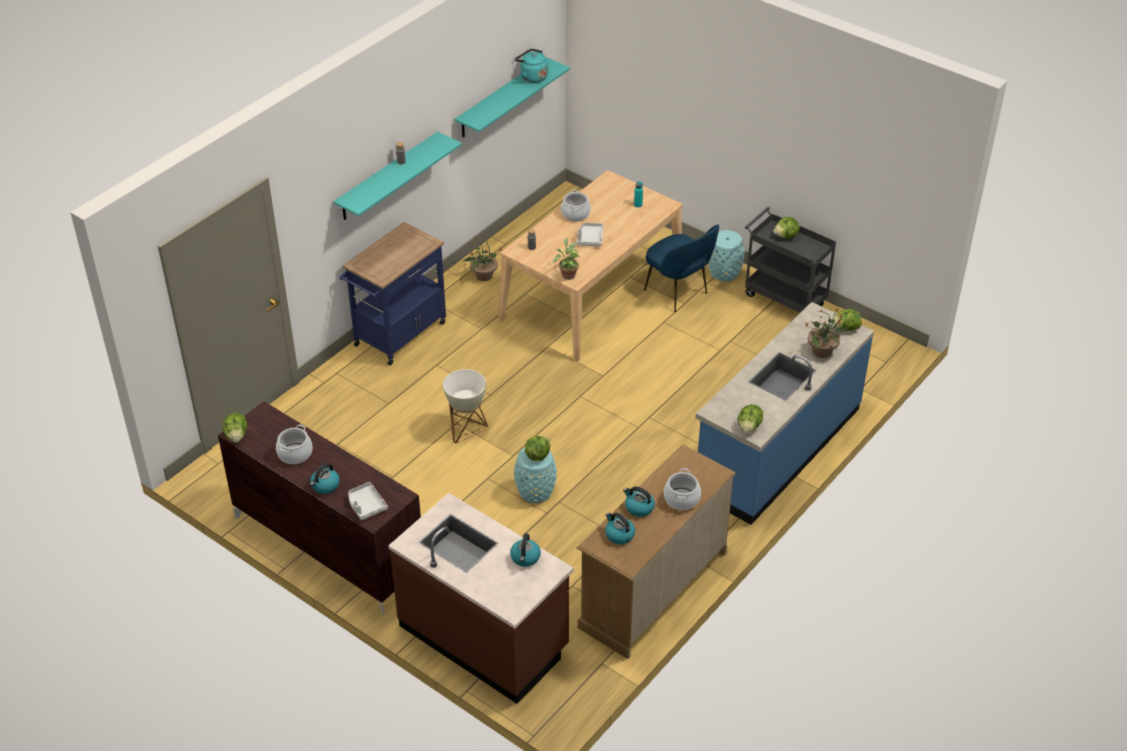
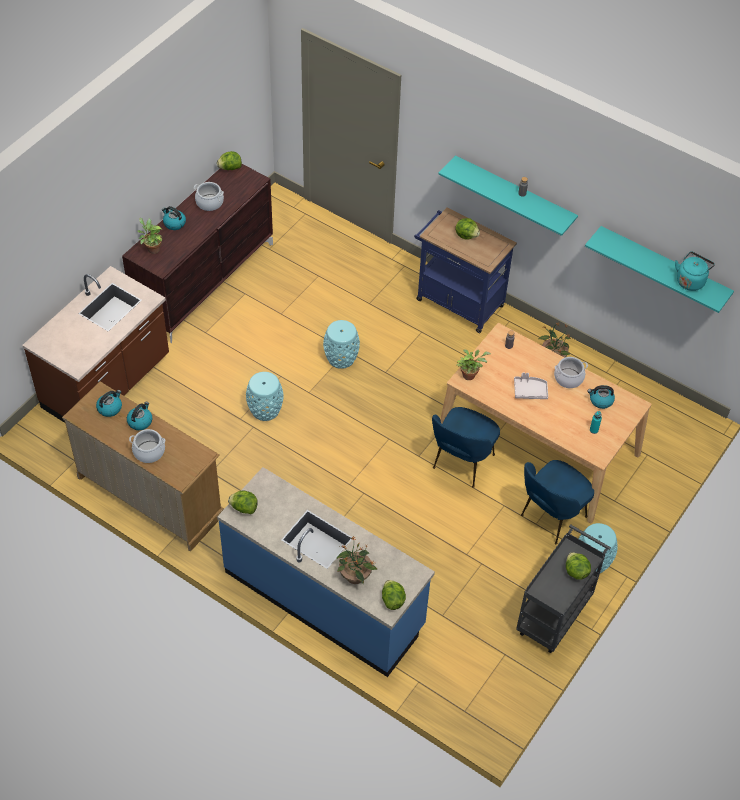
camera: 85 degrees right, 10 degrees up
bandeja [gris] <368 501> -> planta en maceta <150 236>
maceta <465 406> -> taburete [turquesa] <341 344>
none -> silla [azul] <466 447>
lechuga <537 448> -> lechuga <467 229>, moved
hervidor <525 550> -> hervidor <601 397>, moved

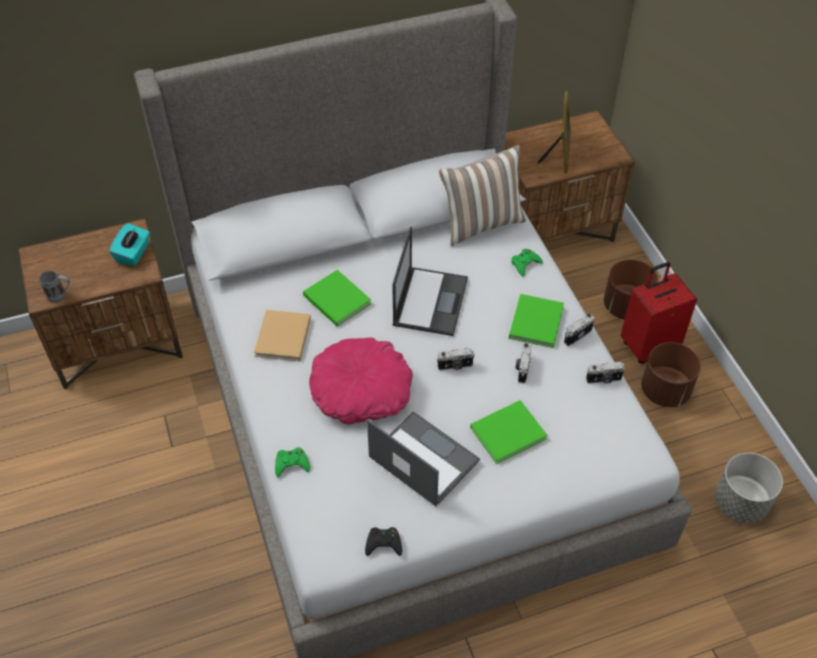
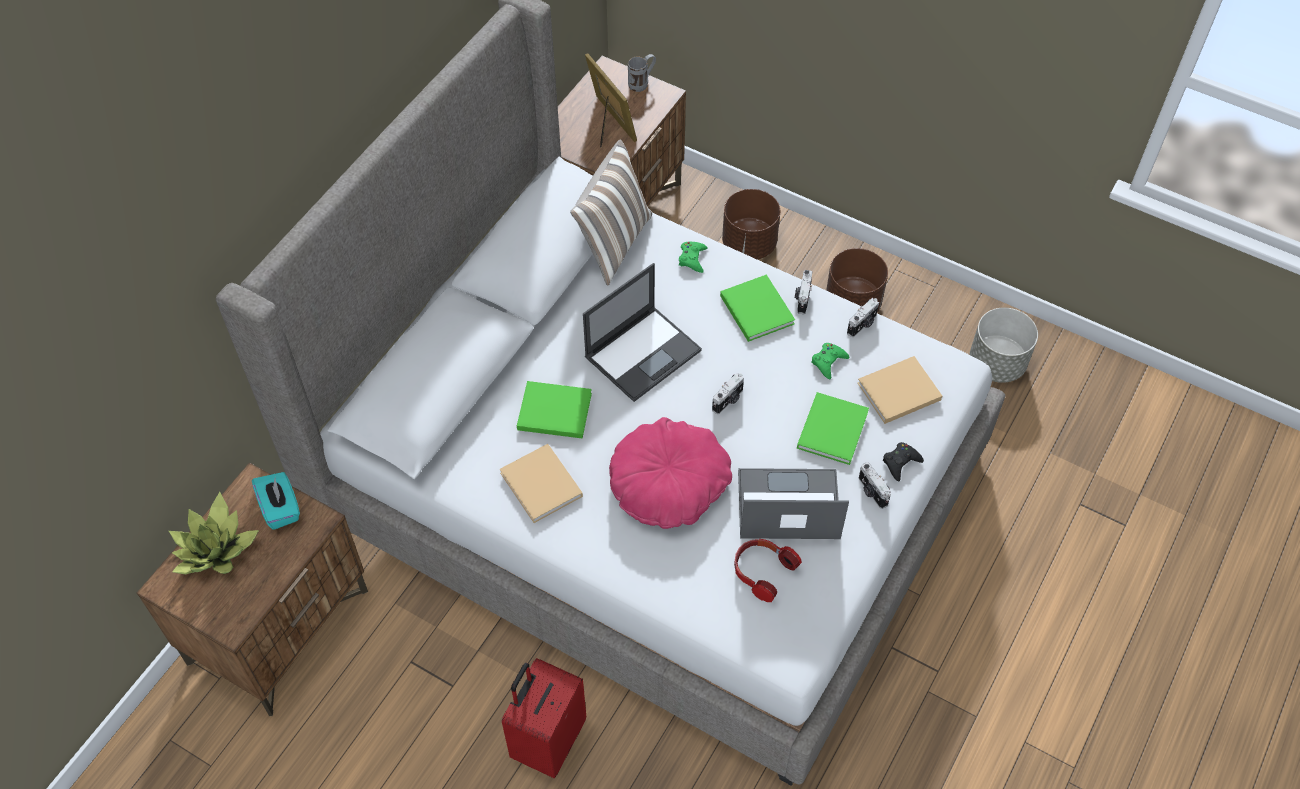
camera: 40 degrees left, 5 degrees up
none -> planta en maceta <214 533>
maleta [rojo] <659 313> -> maleta [rojo] <544 718>, moved
portátil <430 281> -> portátil <642 332>, 75 degrees clockwise
taza grande [gris] <54 287> -> taza grande [gris] <642 73>, moved
none -> auriculares <768 570>
mando de consola [verde] <292 462> -> mando de consola [verde] <830 361>, moved
none -> libro [beis] <899 390>
cámara <523 363> -> cámara <875 485>, moved
mando de consola [negro] <383 541> -> mando de consola [negro] <903 462>, moved

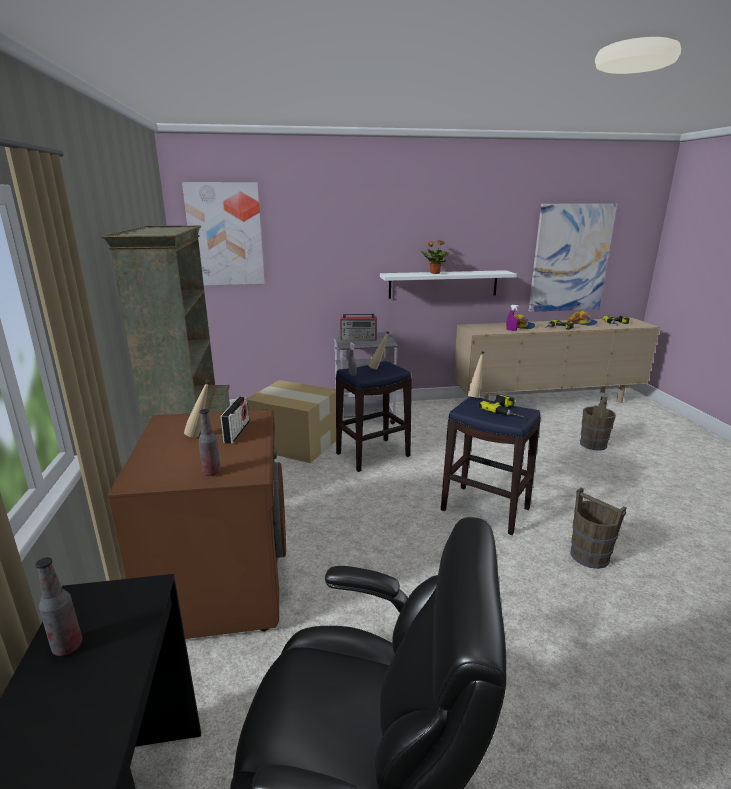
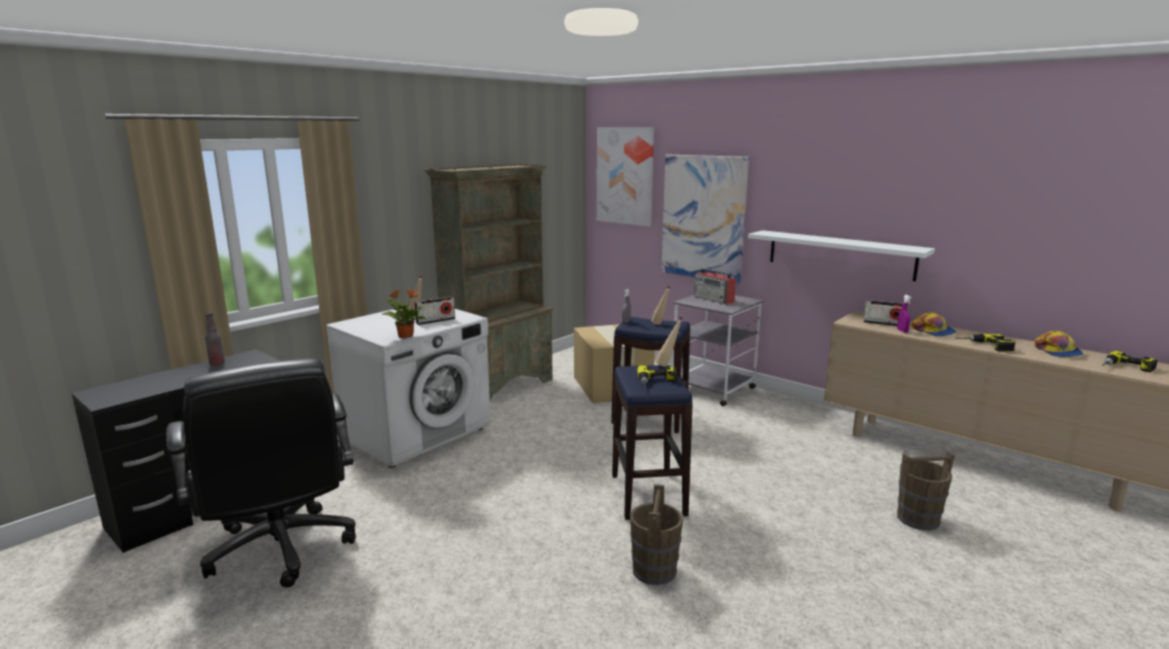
camera: 50 degrees right, 5 degrees down
lavadora [marrón] <197 524> -> lavadora [blanco] <408 386>
planta en maceta <435 257> -> planta en maceta <404 313>, moved
cuadro <572 258> -> cuadro <705 219>, moved
none -> radio <885 313>
botella <209 442> -> none

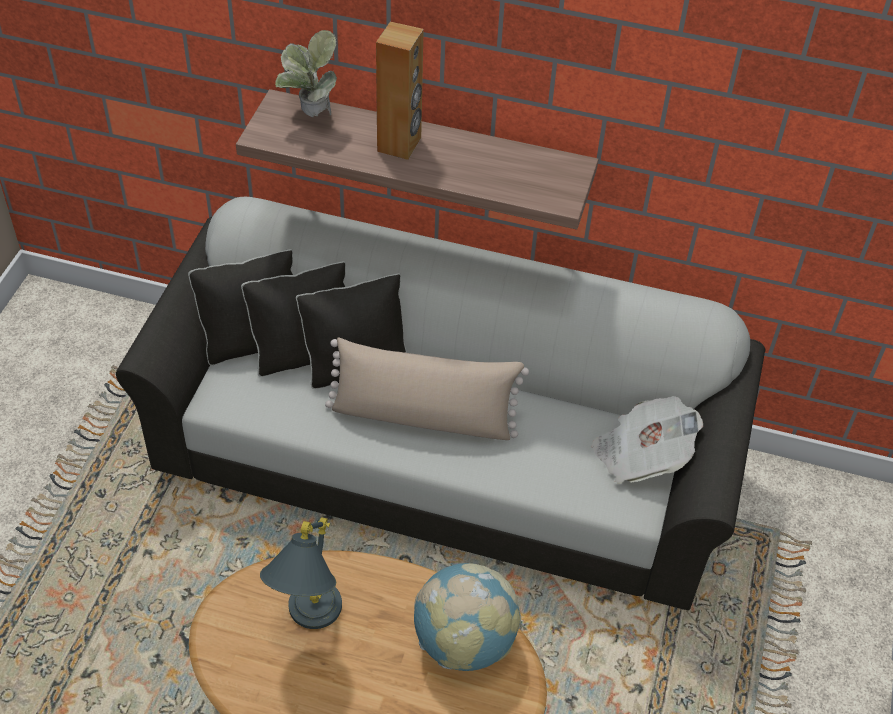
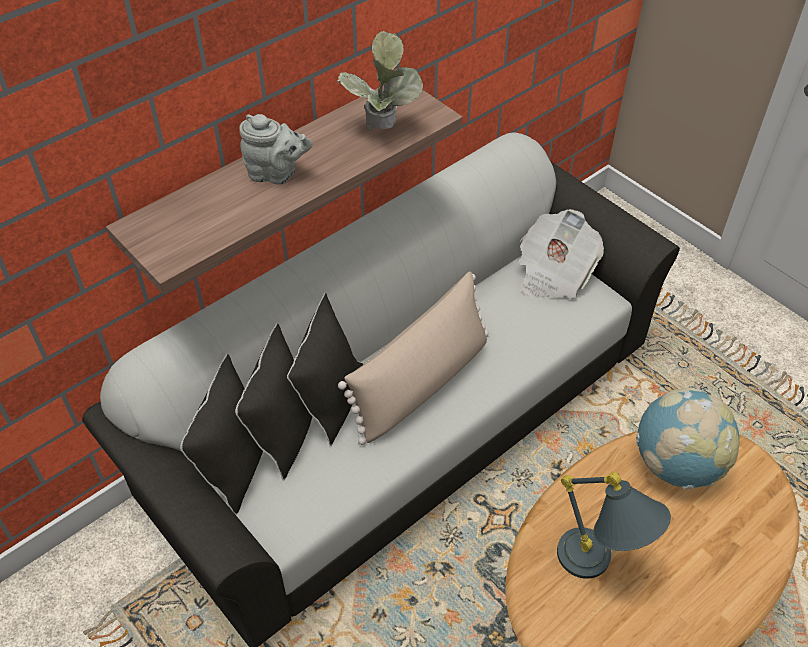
camera: 55 degrees left, 0 degrees up
altavoz [marrón] <400 91> -> tetera [gris] <276 149>
planta en maceta <306 73> -> planta en maceta <380 81>, moved

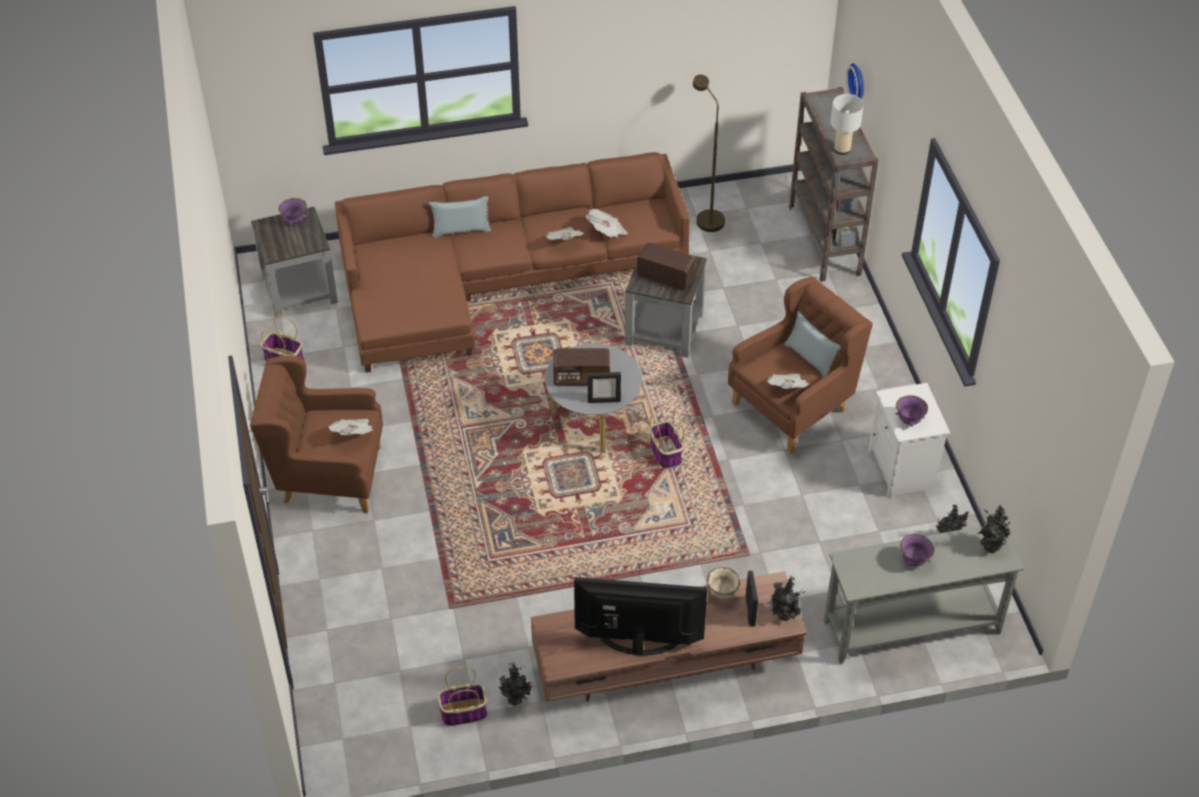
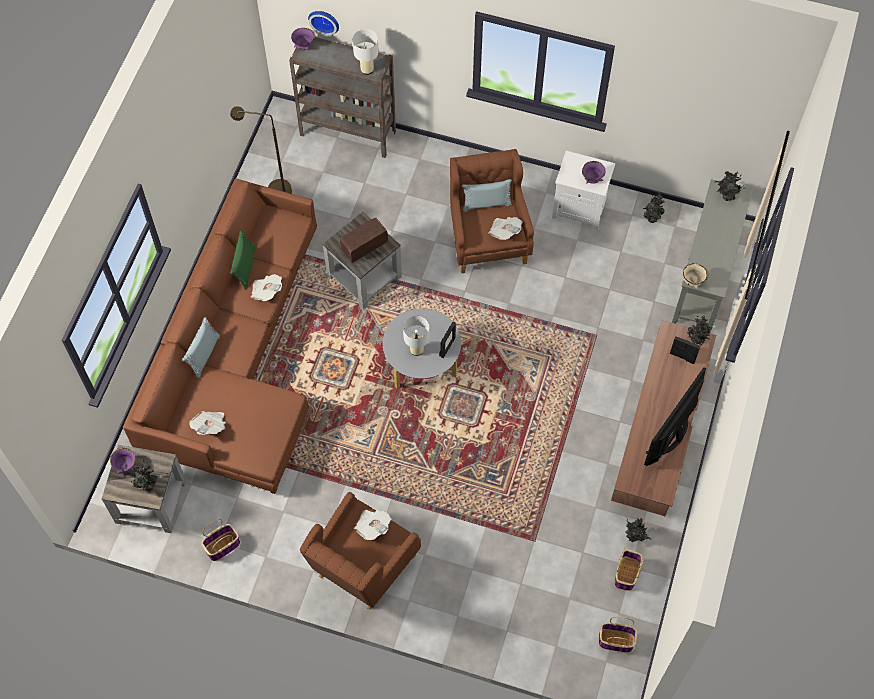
camera: 60 degrees left, 15 degrees up
none -> planta en maceta <144 475>
periódico <607 223> -> periódico <207 423>, moved
none -> cojín [verde] <243 260>
cuenco [morado] <917 550> -> cuenco [morado] <303 39>, moved
radio <581 367> -> lámpara de mesa [blanco] <416 335>
cesta <667 439> -> cesta <618 634>, moved
cuenco [beis] <723 583> -> cuenco [beis] <695 275>, moved

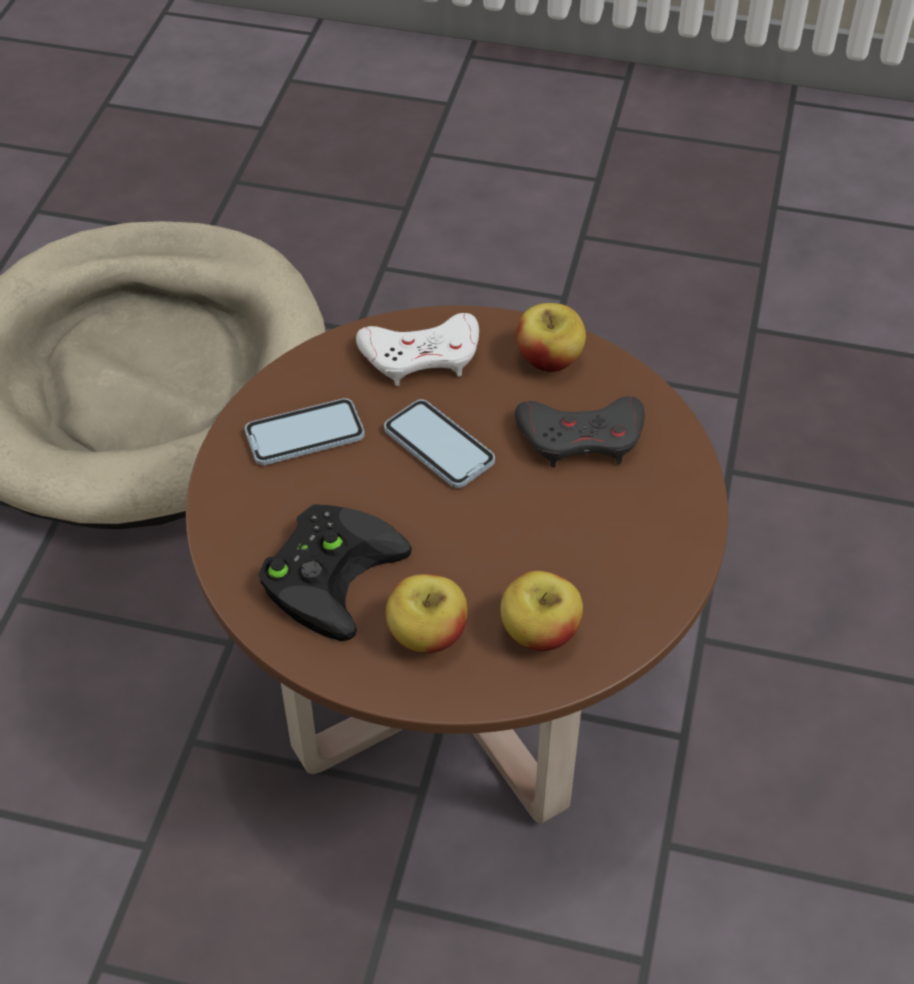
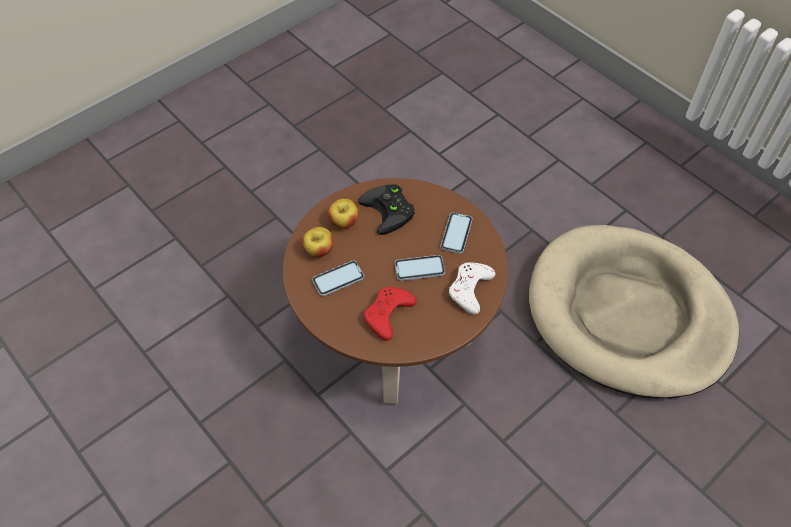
camera: 125 degrees right, 5 degrees up
none -> móvil <338 278>
mando de consola [gris] <580 432> -> mando de consola [rojo] <390 314>
manzana <551 337> -> none

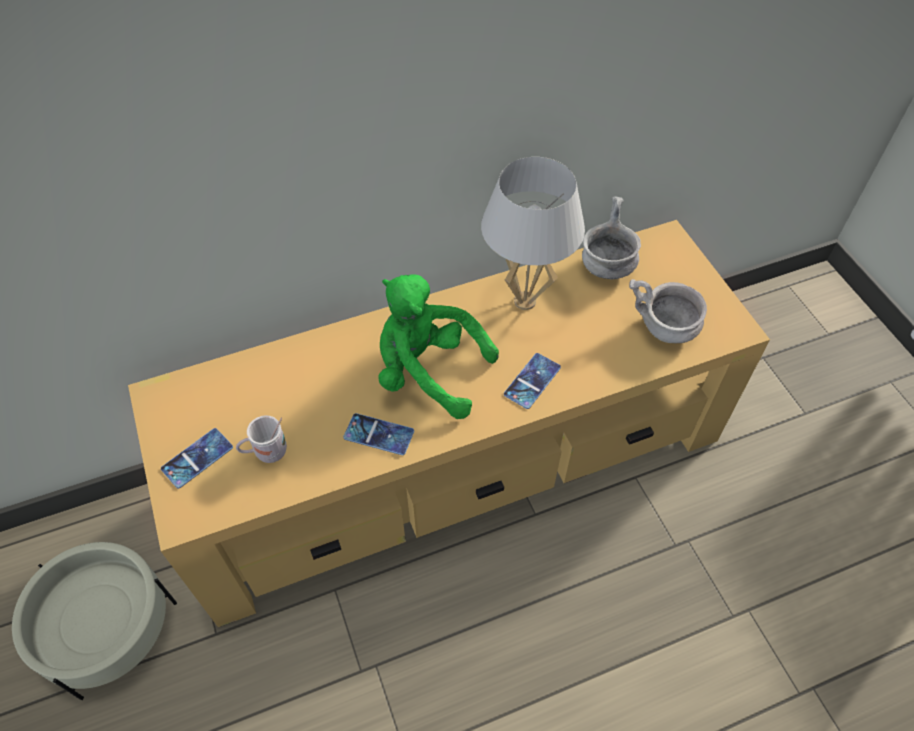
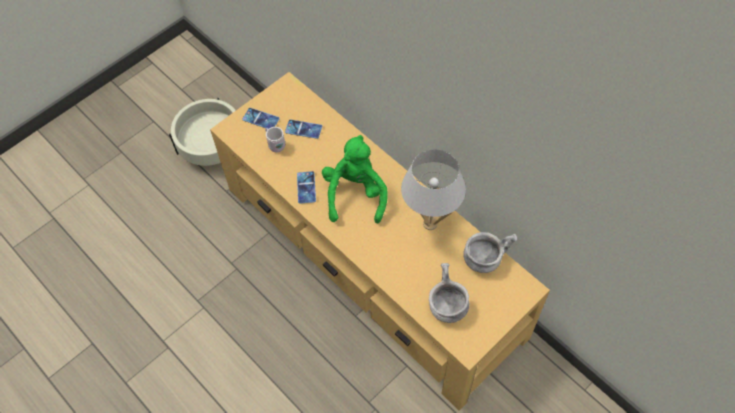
camera: 70 degrees right, 5 degrees up
móvil <532 381> -> móvil <303 129>, moved

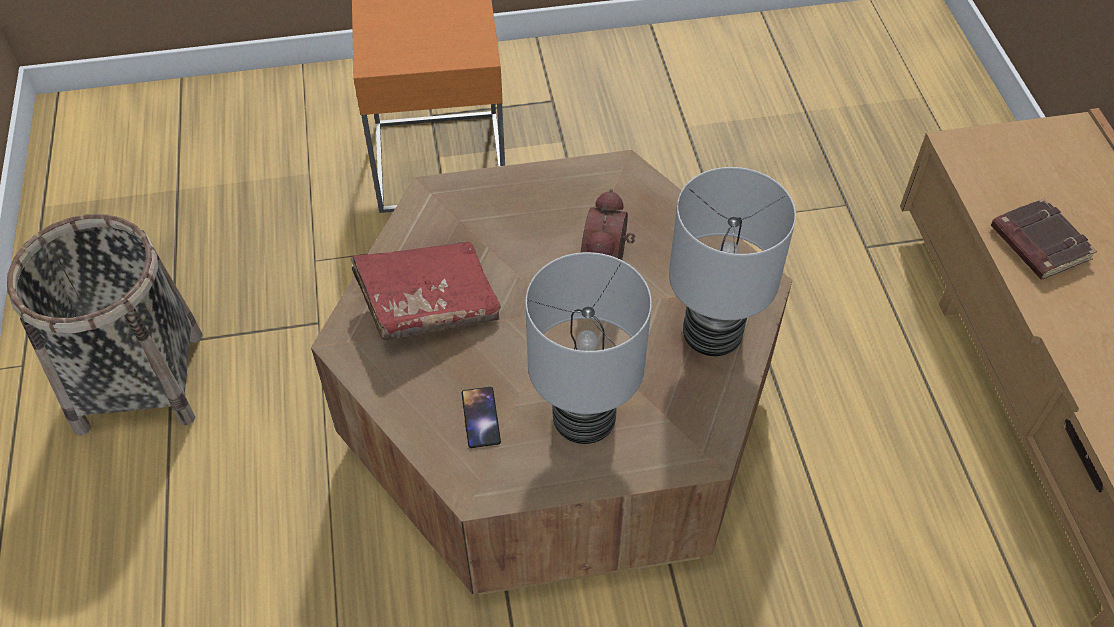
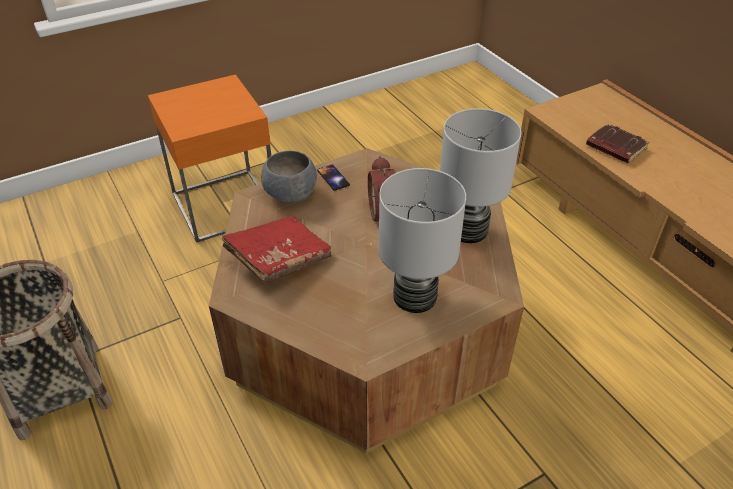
camera: 20 degrees left, 10 degrees down
none -> cuenco [gris] <289 177>
móvil <481 417> -> móvil <333 178>, moved

